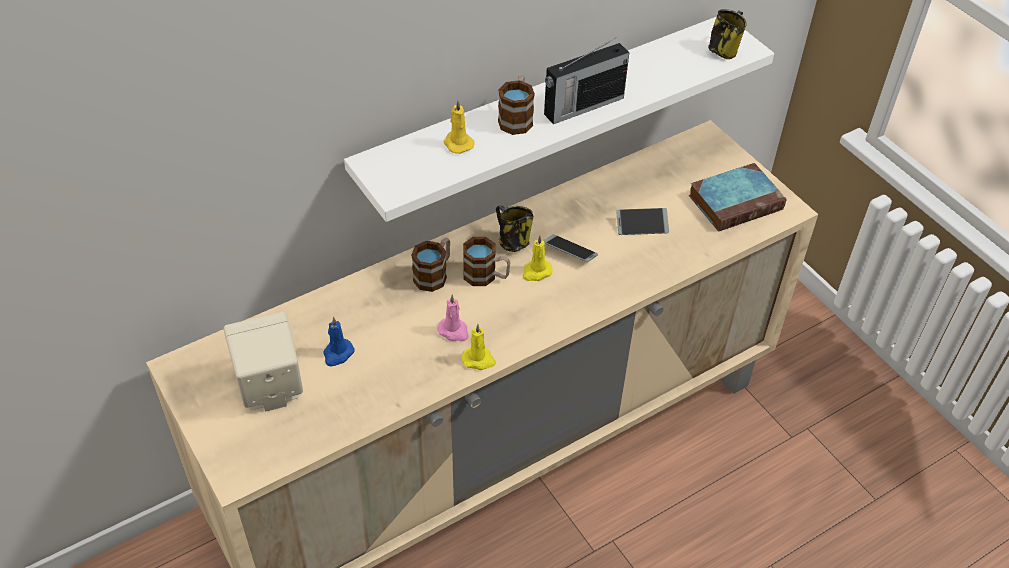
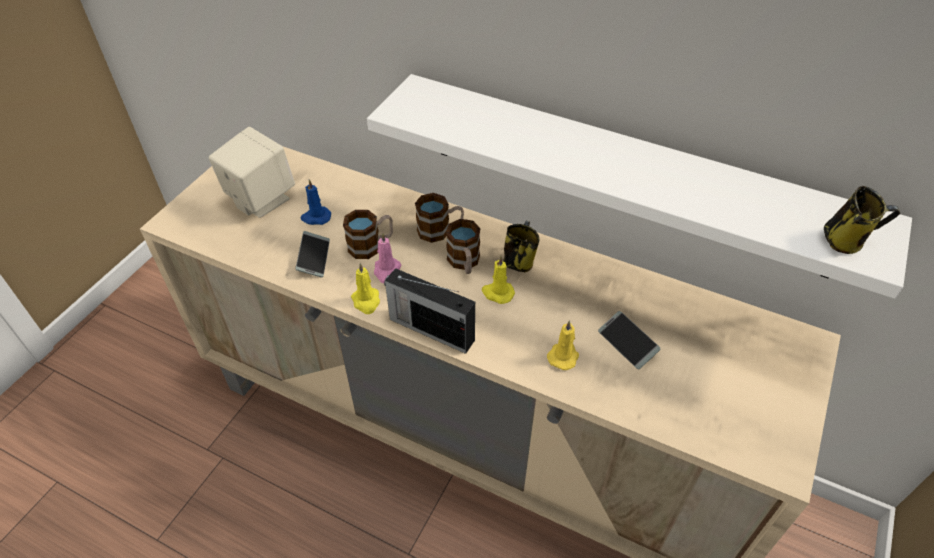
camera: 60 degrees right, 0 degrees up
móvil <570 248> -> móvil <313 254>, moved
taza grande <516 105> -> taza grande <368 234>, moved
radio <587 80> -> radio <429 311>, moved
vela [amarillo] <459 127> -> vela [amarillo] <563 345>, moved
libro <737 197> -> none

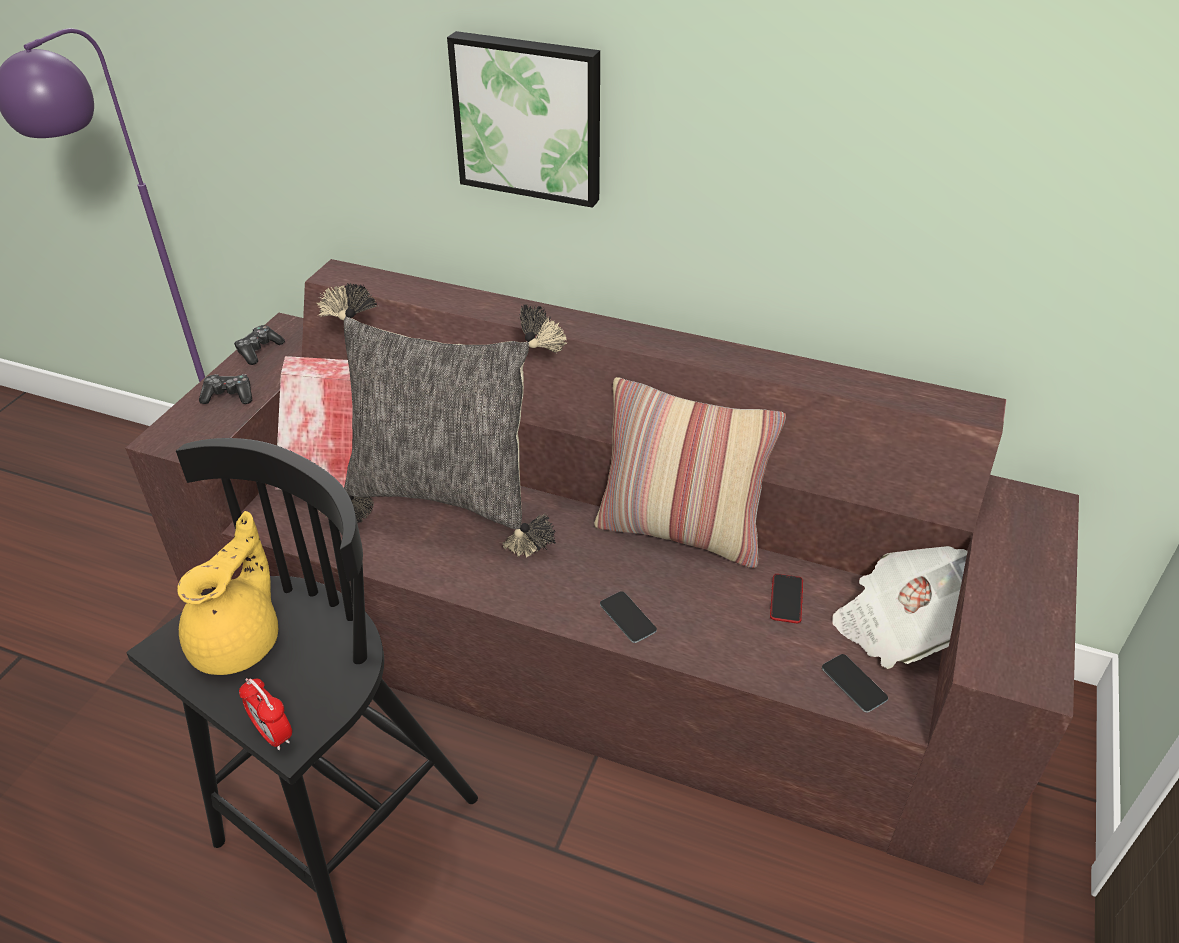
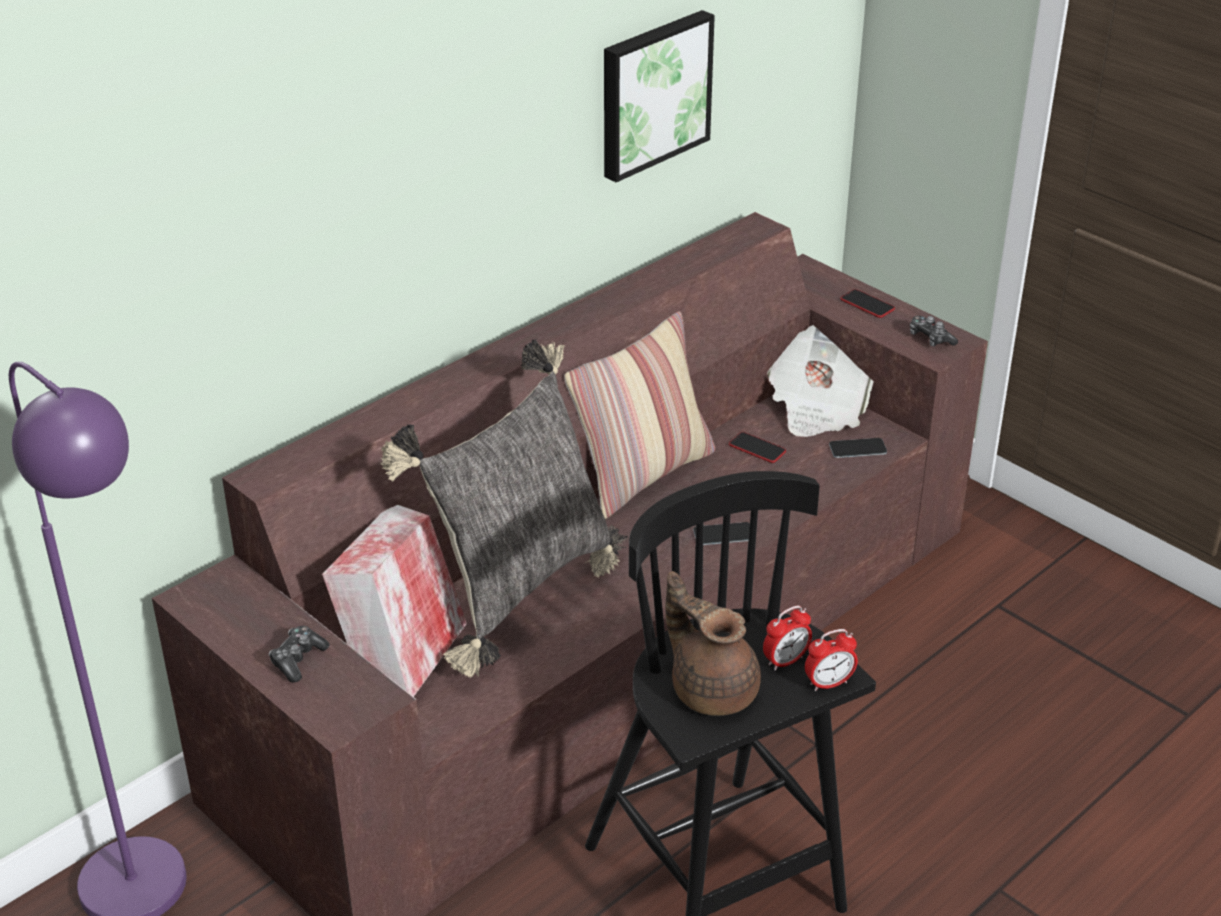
camera: 65 degrees left, 5 degrees down
cuadro <523 119> -> cuadro <659 96>, moved
tetera [amarillo] <228 593> -> tetera [marrón] <713 643>
none -> despertador <787 638>
none -> móvil <867 303>
mando de consola <259 345> -> mando de consola <934 331>, moved

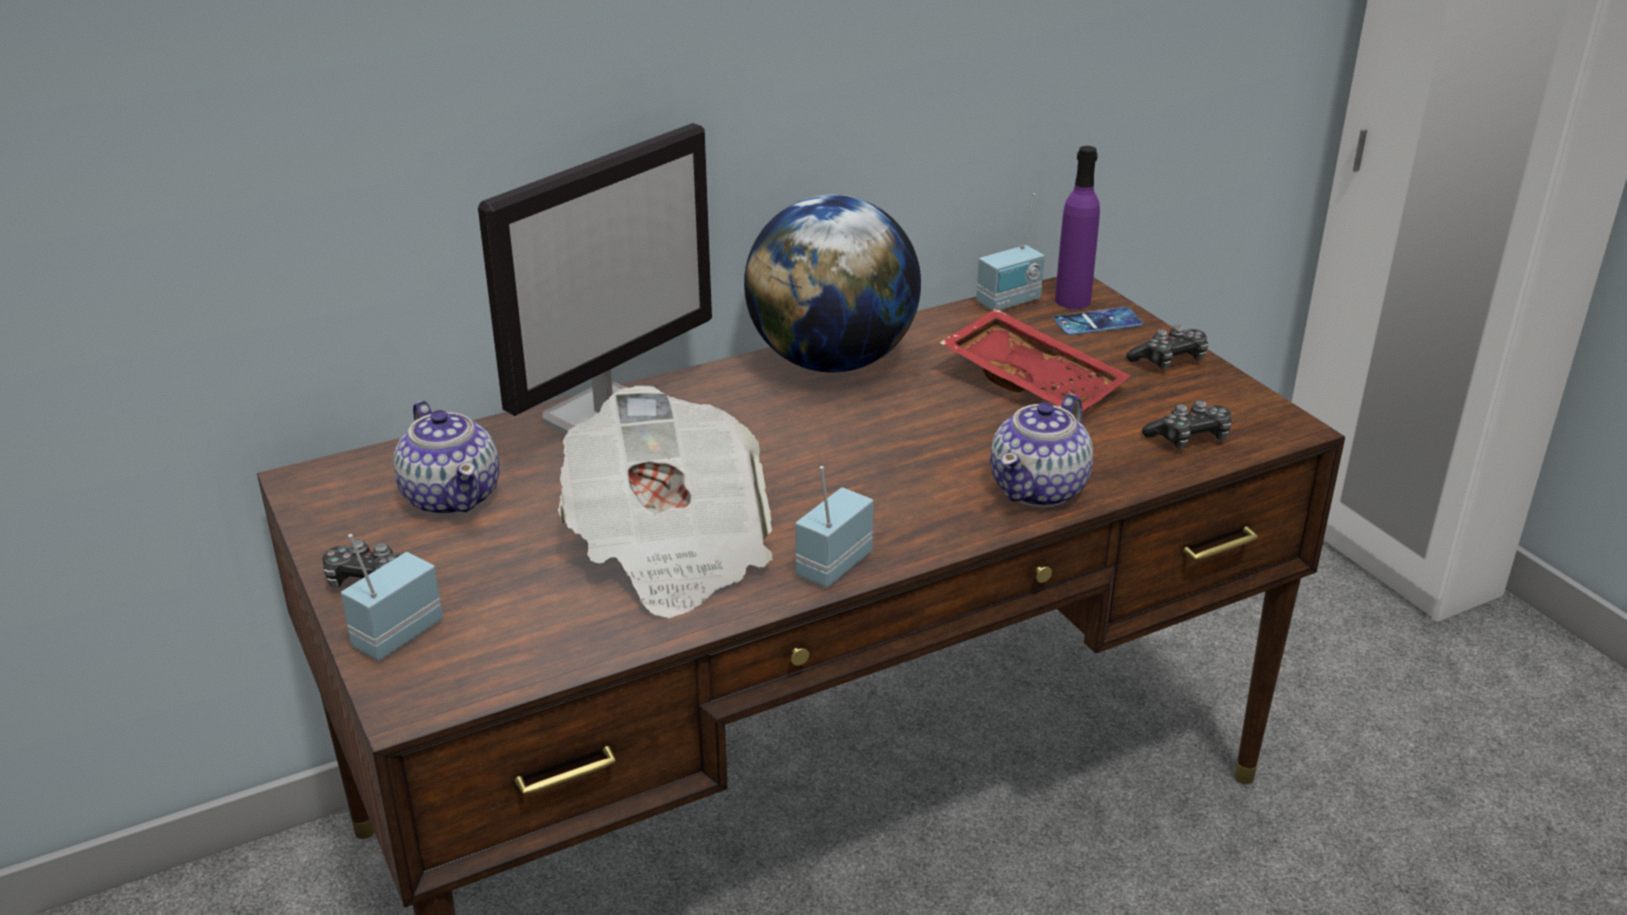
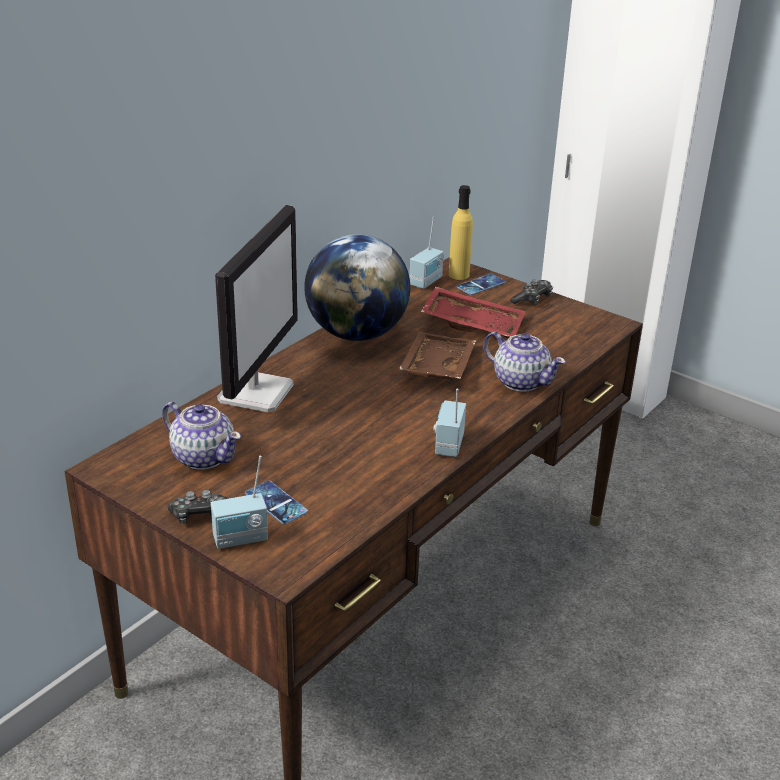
camera: 25 degrees left, 0 degrees up
radio <392 597> -> radio <239 502>, 120 degrees counterclockwise
none -> móvil <276 503>
none -> bandeja [marrón] <437 355>
botella [morado] <1077 227> -> botella [amarillo] <461 232>
tetera <1041 450> -> tetera <525 362>, 60 degrees counterclockwise
periódico <665 502> -> none
mando de consola <1187 424> -> none

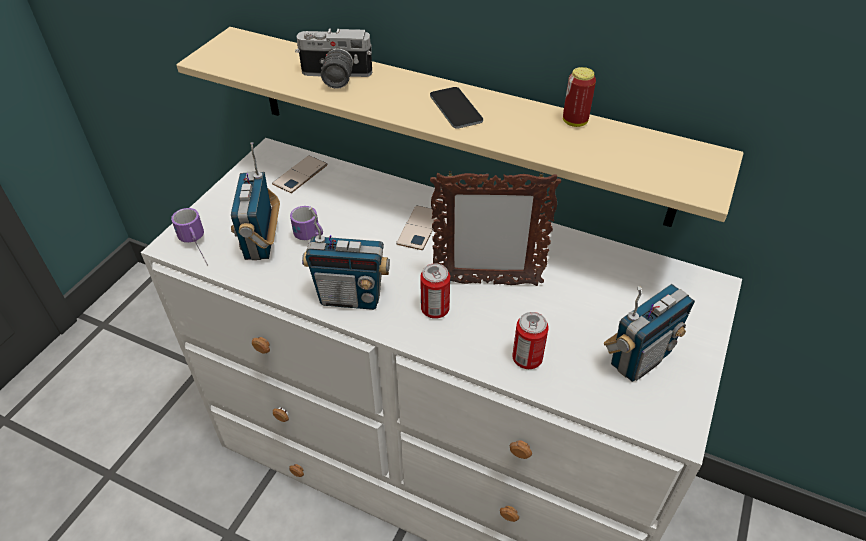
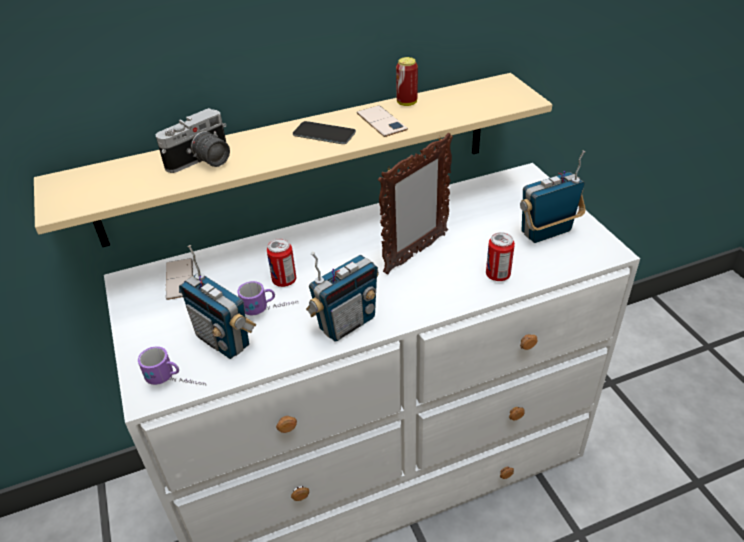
camera: 45 degrees left, 5 degrees down
lata <435 291> -> lata <281 262>, moved
móvil <417 227> -> móvil <382 121>, moved
radio <649 333> -> radio <553 196>, 120 degrees counterclockwise

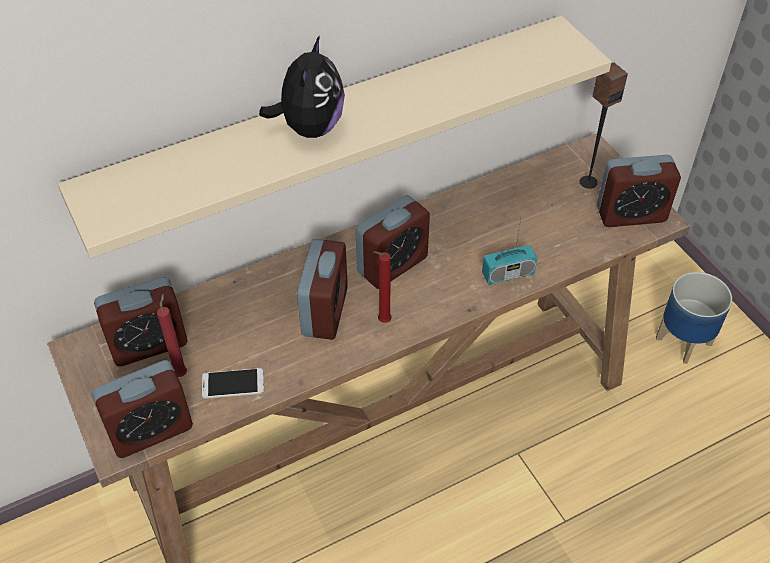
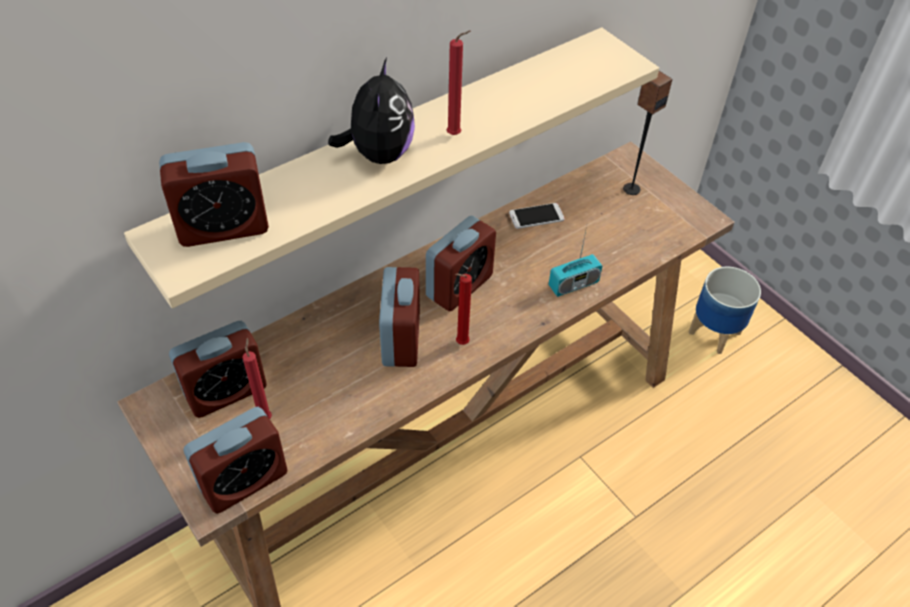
camera: 10 degrees left, 0 degrees up
despertador <639 191> -> despertador <214 194>, moved
none -> vela [rojo] <458 83>
móvil <233 383> -> móvil <537 216>, moved

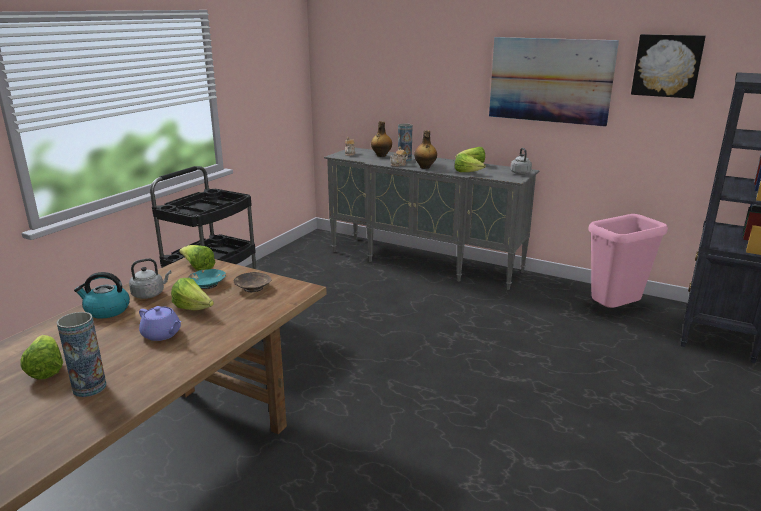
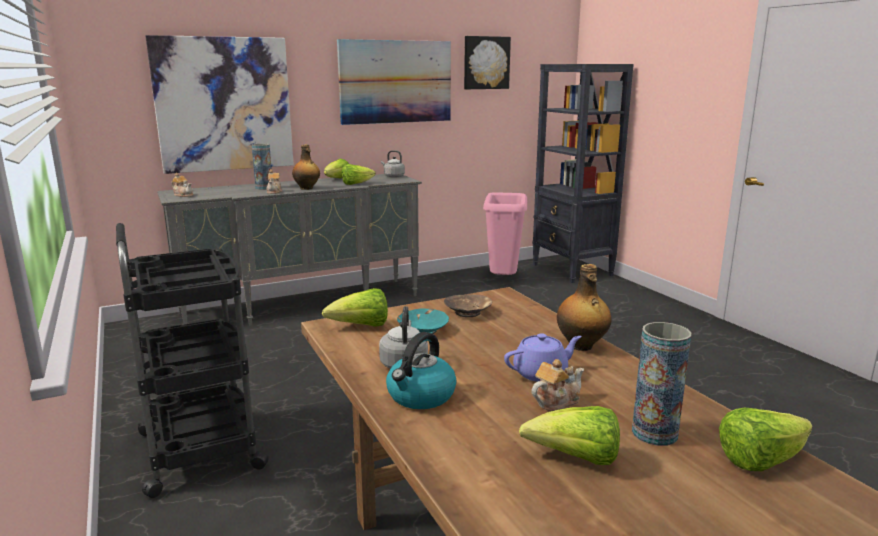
camera: 55 degrees left, 5 degrees down
none -> cuadro <219 104>
none -> tetera <557 385>
botella <381 139> -> botella <584 307>, moved
lechuga <192 294> -> lechuga <765 439>, moved

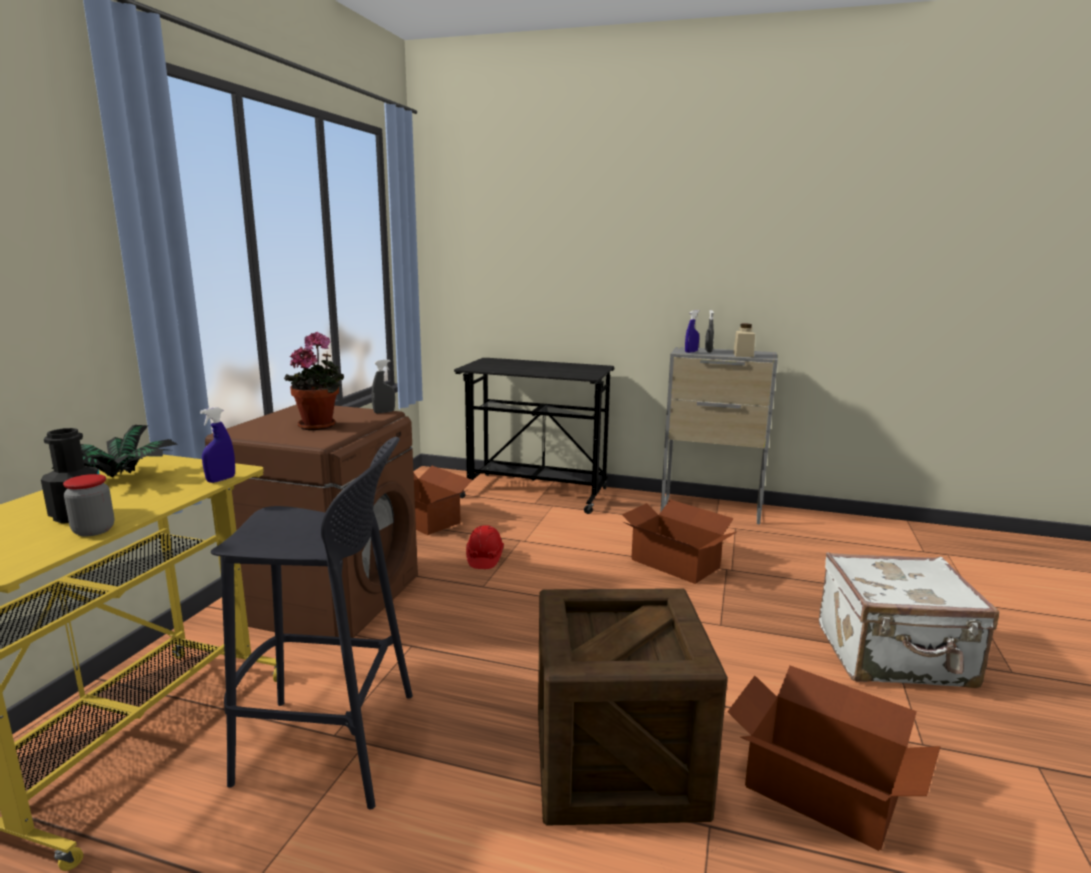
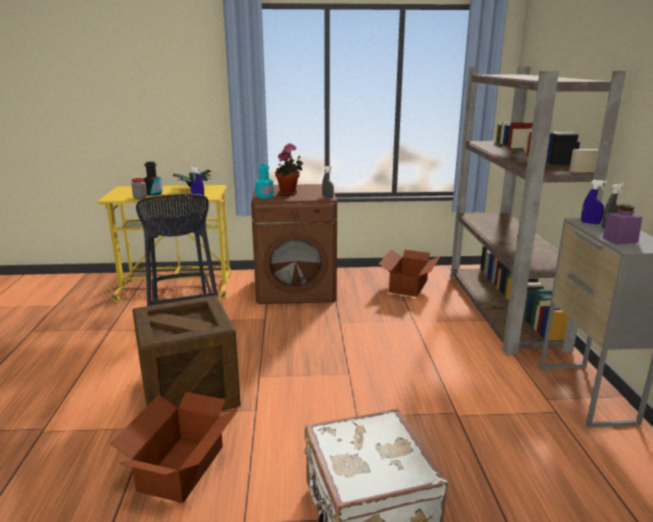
camera: 70 degrees right, 5 degrees up
none -> botella [turquesa] <264 181>
escritorio [negro] <534 436> -> estantería [marrón] <538 211>
tarro [beis] <744 340> -> tarro [morado] <622 224>
casco [rojo] <485 547> -> none
caja de cartón <680 541> -> none

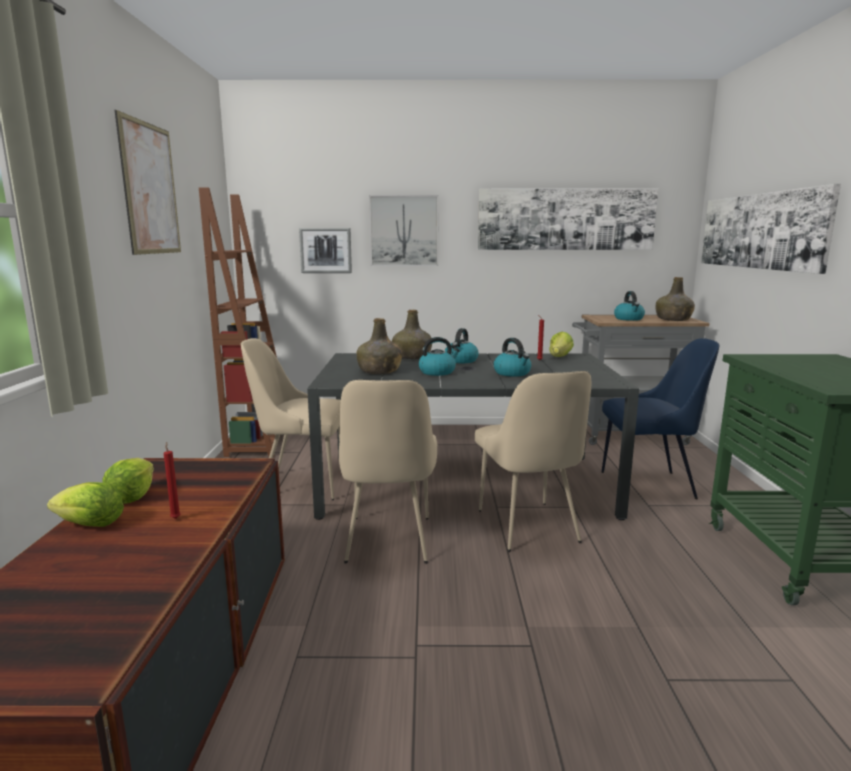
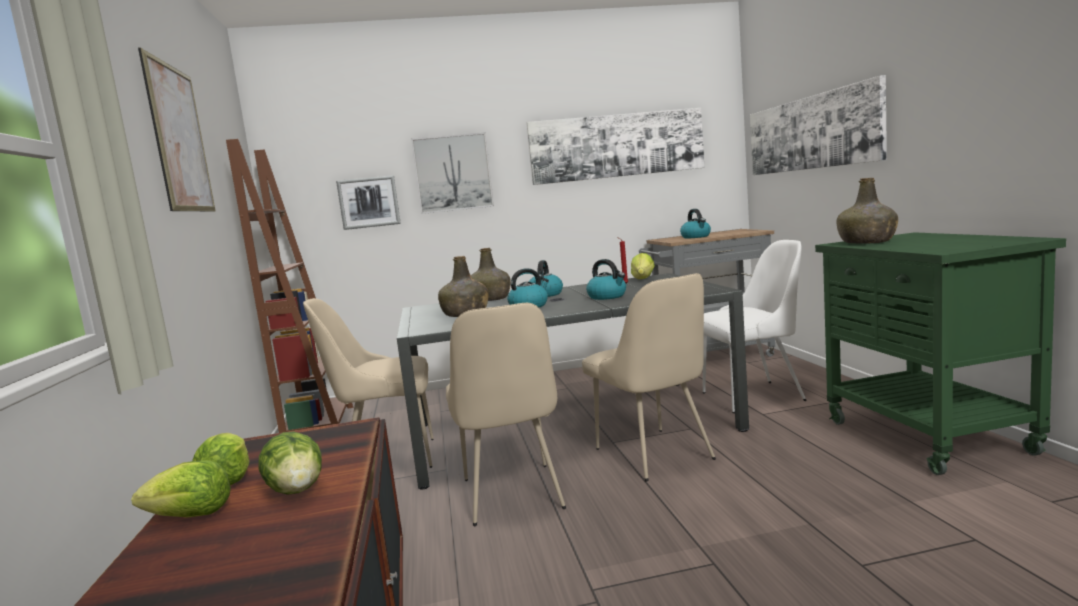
camera: 10 degrees left, 5 degrees down
vela [rojo] <172 480> -> lechuga <290 463>
silla [azul] <660 418> -> silla [blanco] <755 326>
botella [verde] <675 299> -> botella [verde] <867 210>, moved

